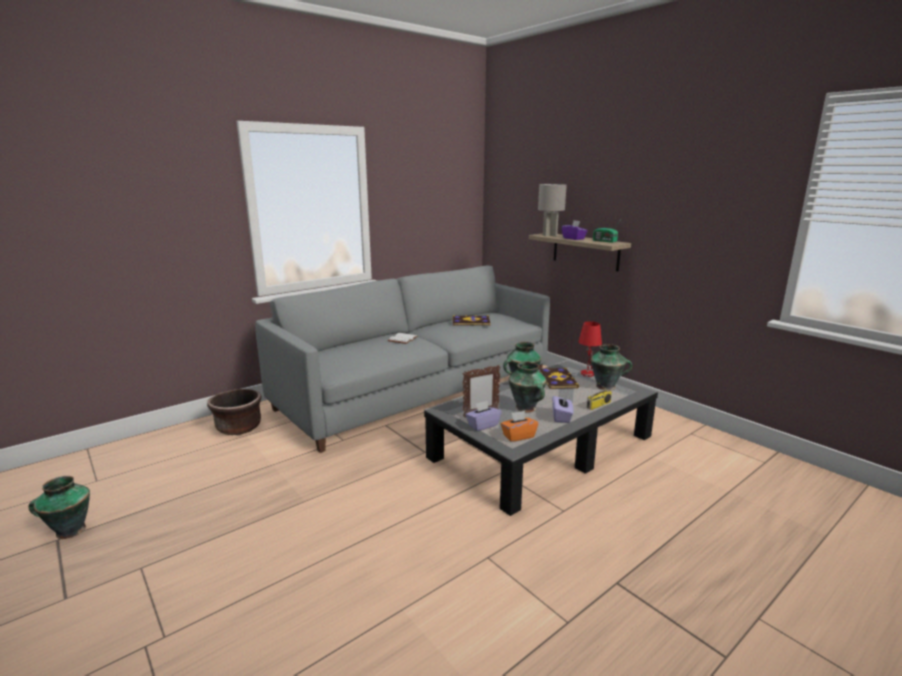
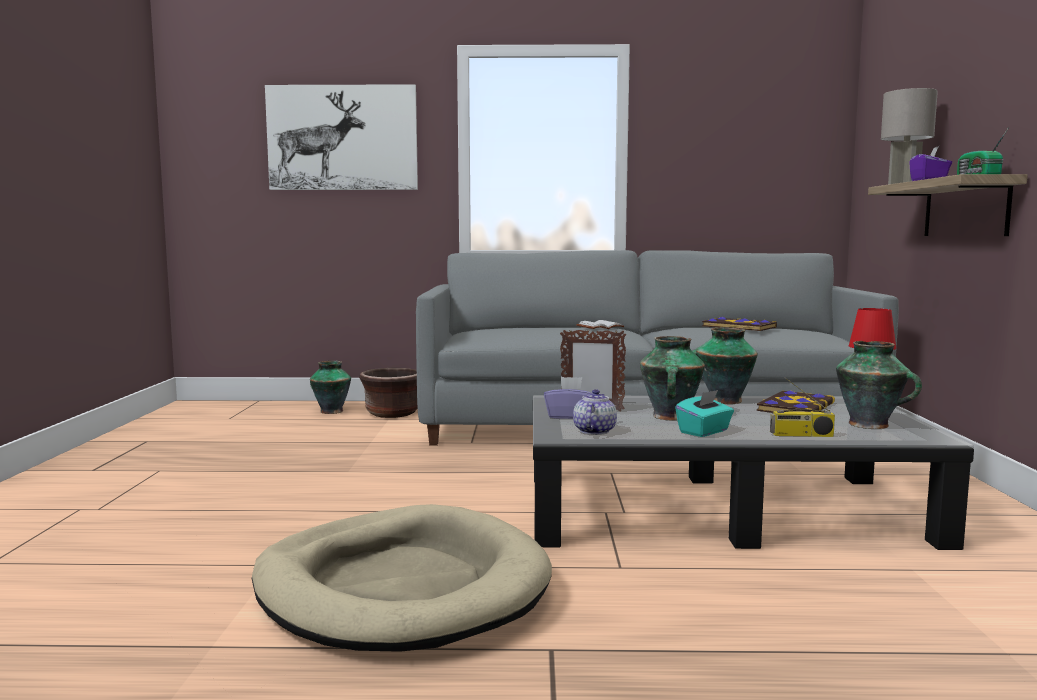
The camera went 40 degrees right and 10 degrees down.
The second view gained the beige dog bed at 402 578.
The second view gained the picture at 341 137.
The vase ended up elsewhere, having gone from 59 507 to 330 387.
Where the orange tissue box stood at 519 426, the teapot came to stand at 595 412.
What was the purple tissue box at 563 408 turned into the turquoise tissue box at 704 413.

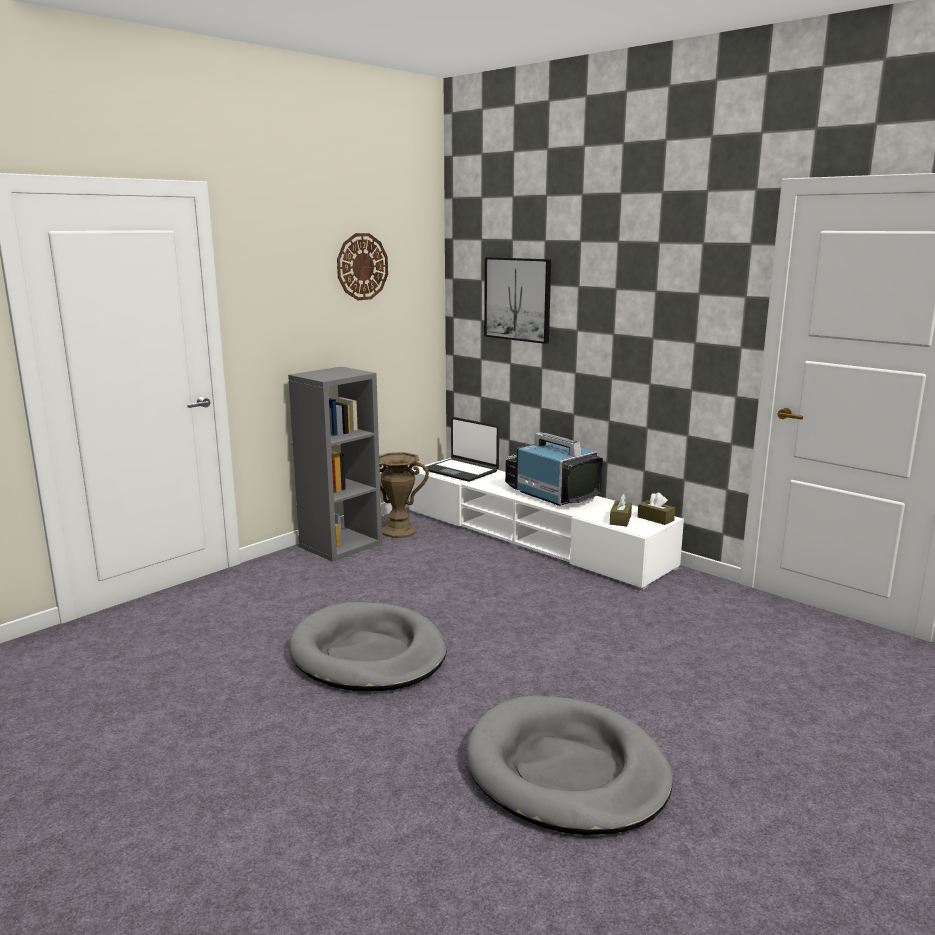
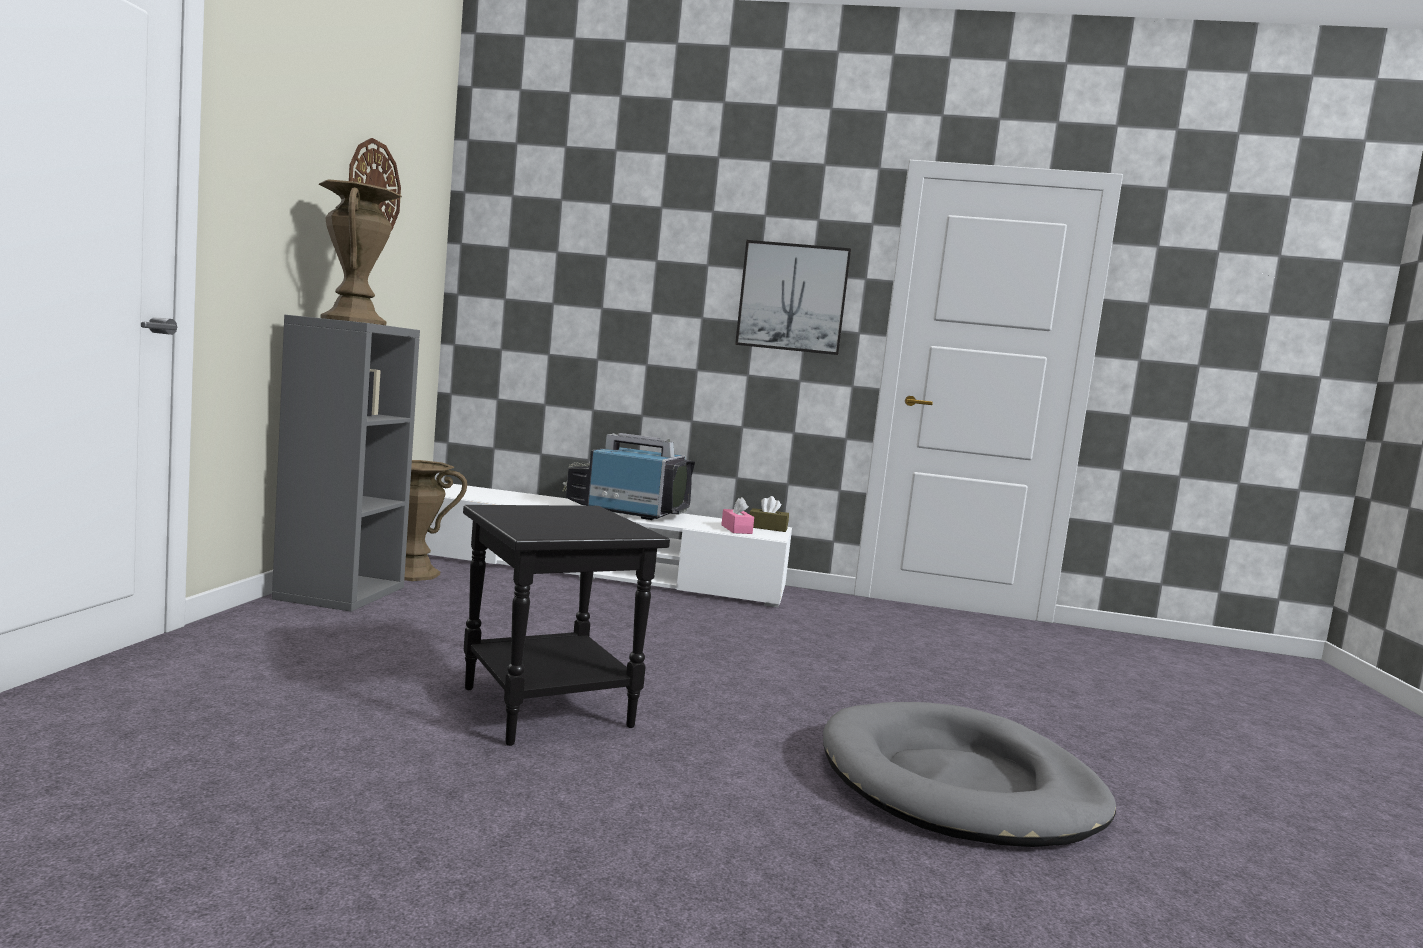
The camera went 35 degrees left and 10 degrees down.
The second view lost the laptop at 461 449.
The second view gained the brown vase at 360 252.
The picture ended up elsewhere, having gone from 517 300 to 793 297.
Where the grey dog bed stood at 367 646, the black side table came to stand at 566 625.
What was the brown tissue box at 621 510 turned into the pink tissue box at 737 515.

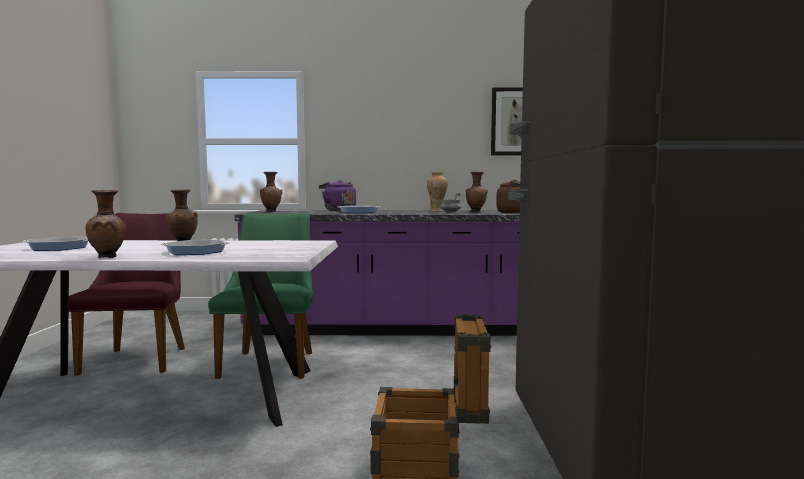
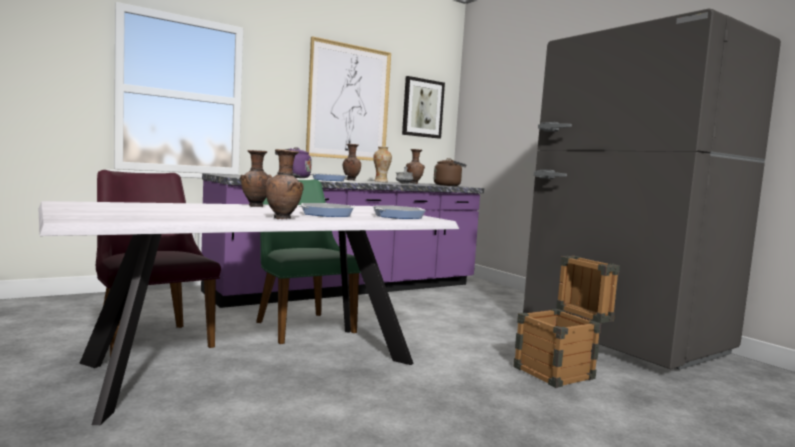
The camera went 35 degrees left and 0 degrees up.
The second view gained the picture at 348 98.
The frying pan ended up elsewhere, having gone from 55 244 to 399 212.
The brown vase ended up elsewhere, having gone from 271 192 to 352 162.

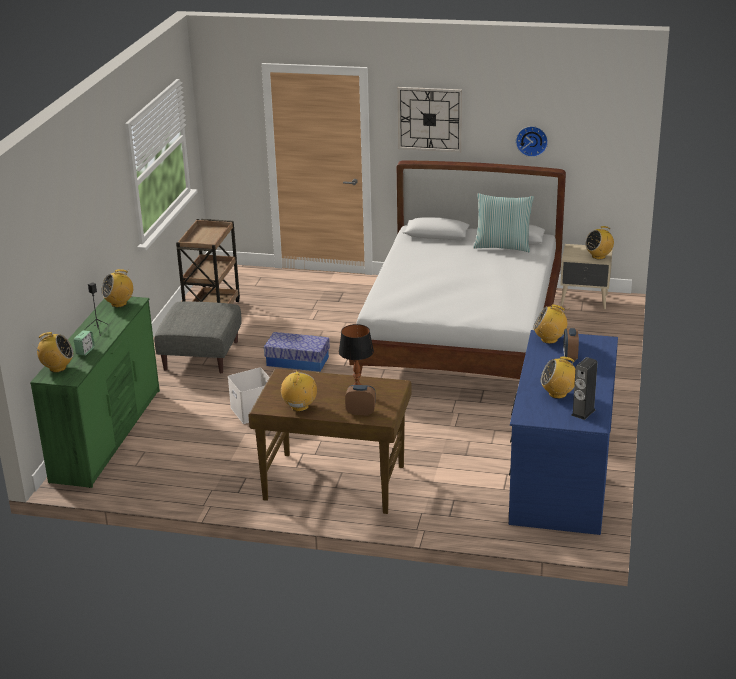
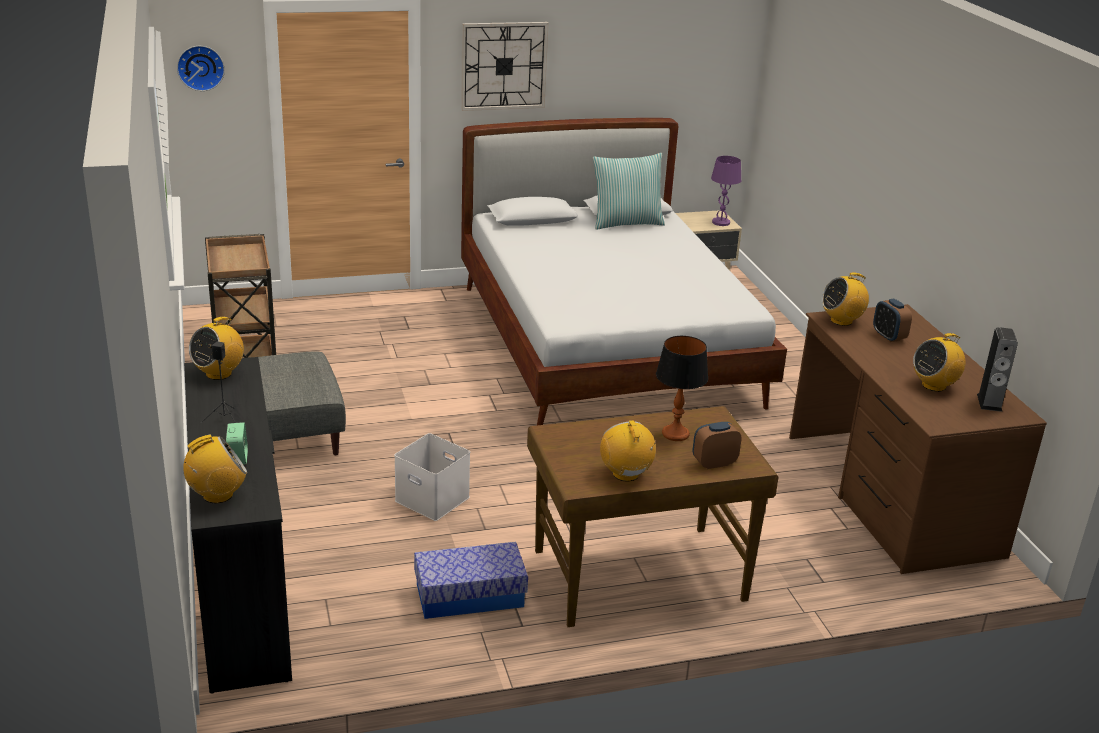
The camera went 30 degrees left and 0 degrees up.
The storage box ended up elsewhere, having gone from 297 352 to 471 580.
The wall clock ended up elsewhere, having gone from 532 141 to 201 68.
Where the radio stood at 599 243, the purple table lamp came to stand at 726 191.
What was the green dresser at 95 392 turned into the black dresser at 238 525.
What was the blue desk at 563 432 turned into the brown desk at 918 439.

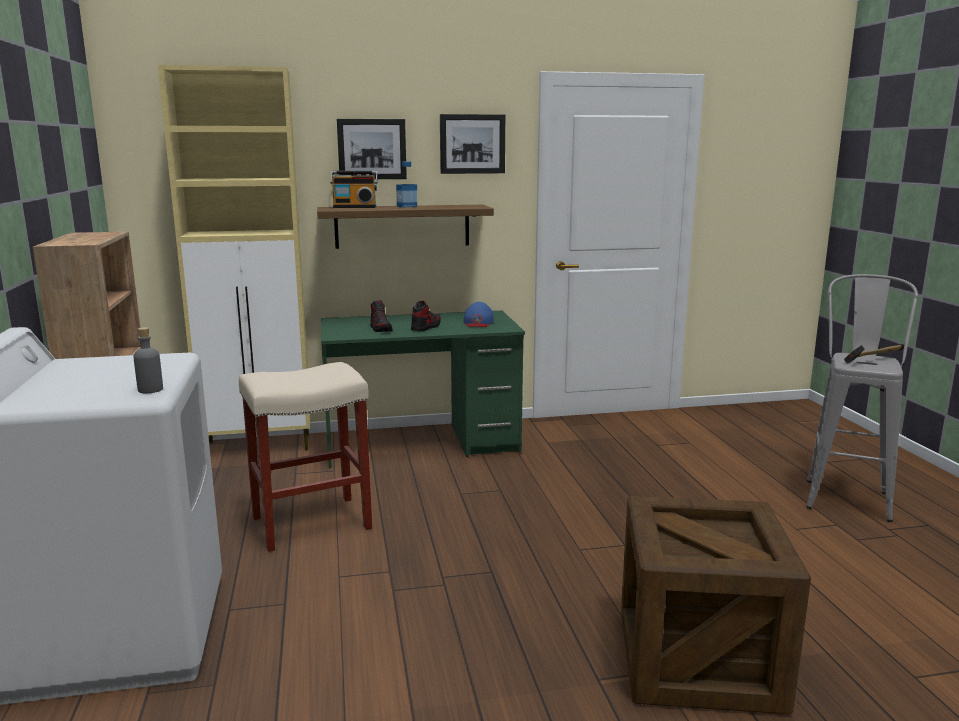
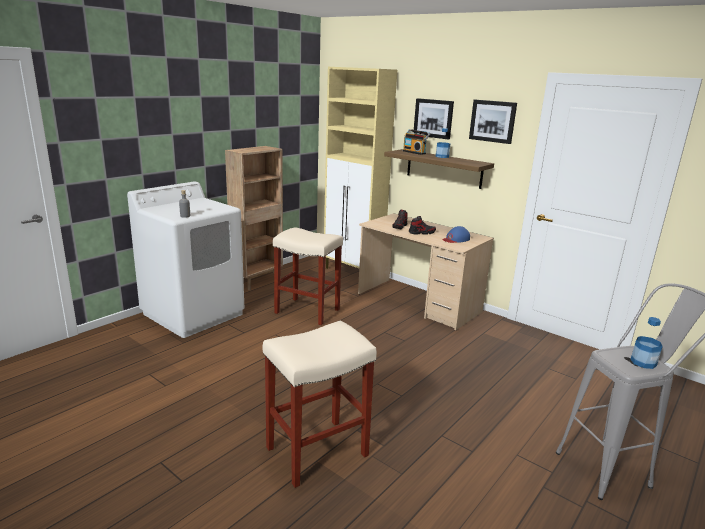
The camera went 50 degrees right and 5 degrees up.
Where the crate stood at 716 605, the beige stool came to stand at 320 404.
Where the hammer stood at 874 353, the bottle came to stand at 647 343.
What was the green desk at 423 389 turned into the beige desk at 426 271.

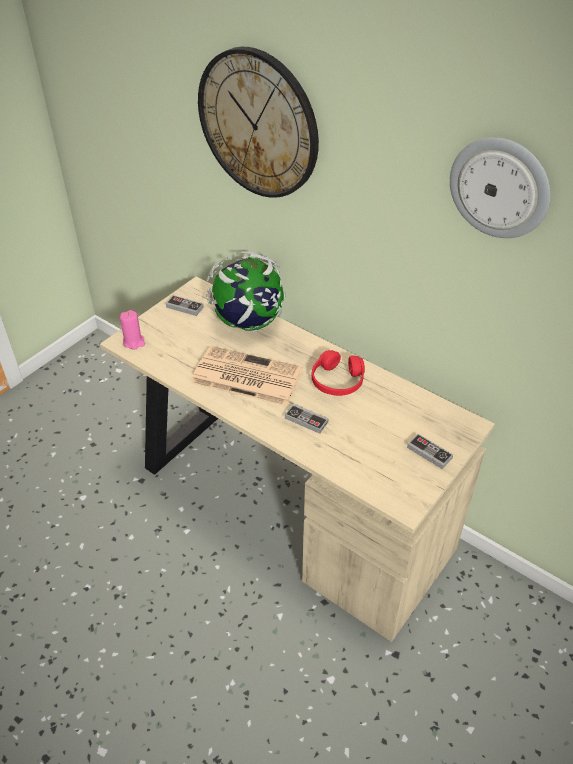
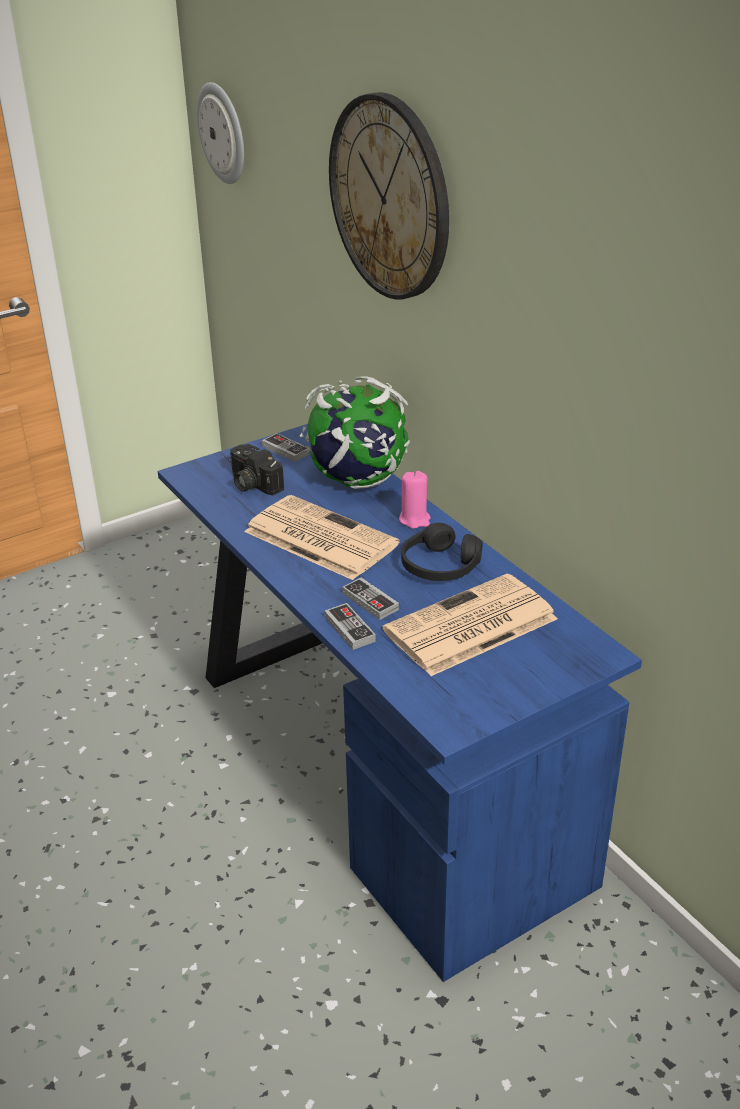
The camera went 20 degrees right and 10 degrees down.
The second view gained the photo camera at 256 469.
The second view gained the newspaper at 470 625.
The pink candle ended up elsewhere, having gone from 132 330 to 414 500.
The game controller ended up elsewhere, having gone from 430 451 to 350 626.
The wall clock ended up elsewhere, having gone from 500 187 to 220 133.
What was the beige desk at 297 459 turned into the blue desk at 399 703.
What was the red headphones at 338 373 turned into the black headphones at 441 552.

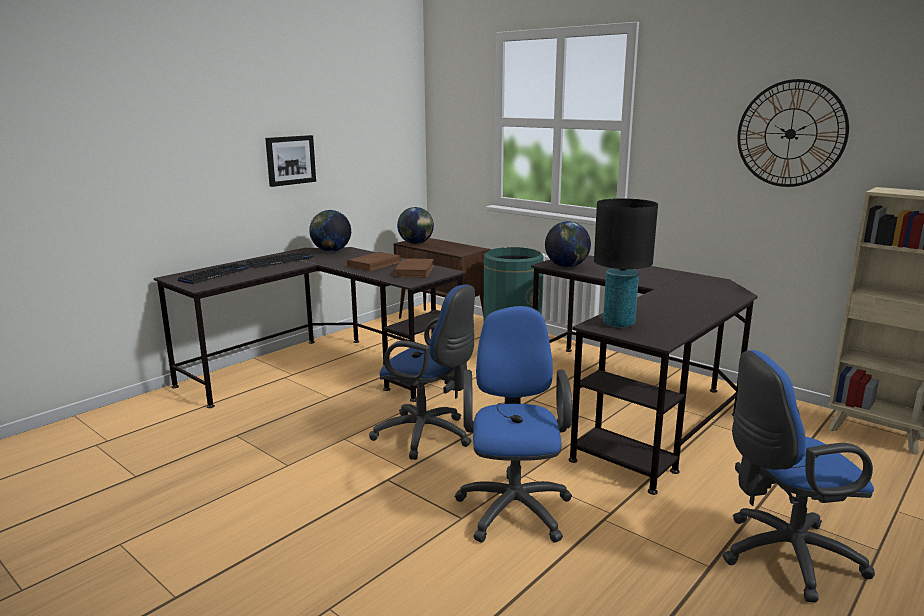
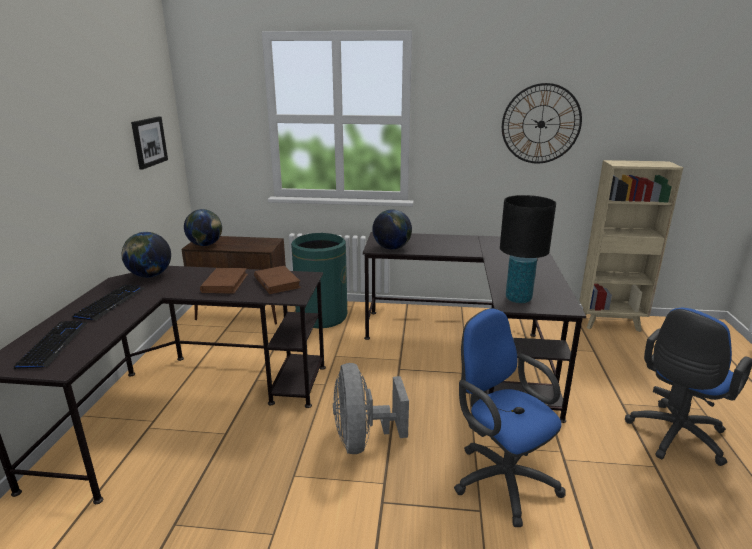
The camera went 35 degrees left and 5 degrees up.
The picture ended up elsewhere, having gone from 290 161 to 149 143.
Where the blue office chair stood at 422 372, the grey fan came to stand at 371 408.

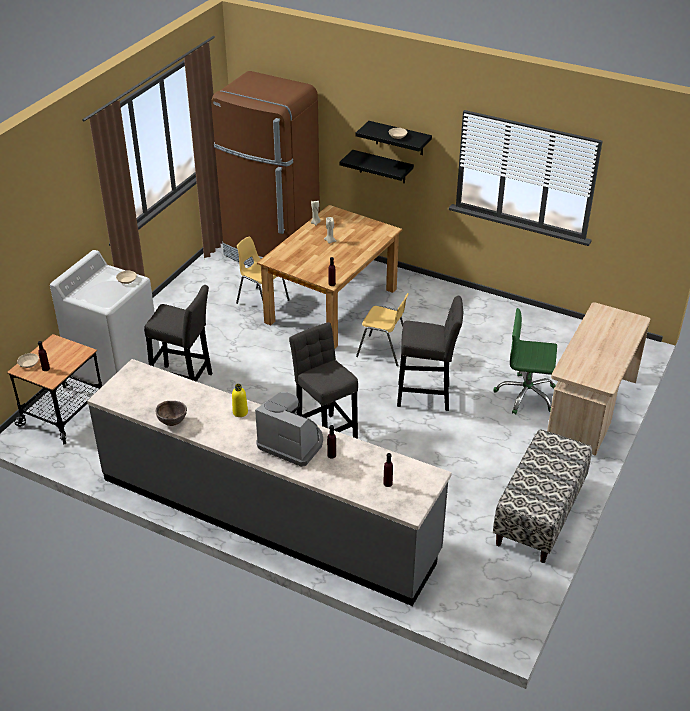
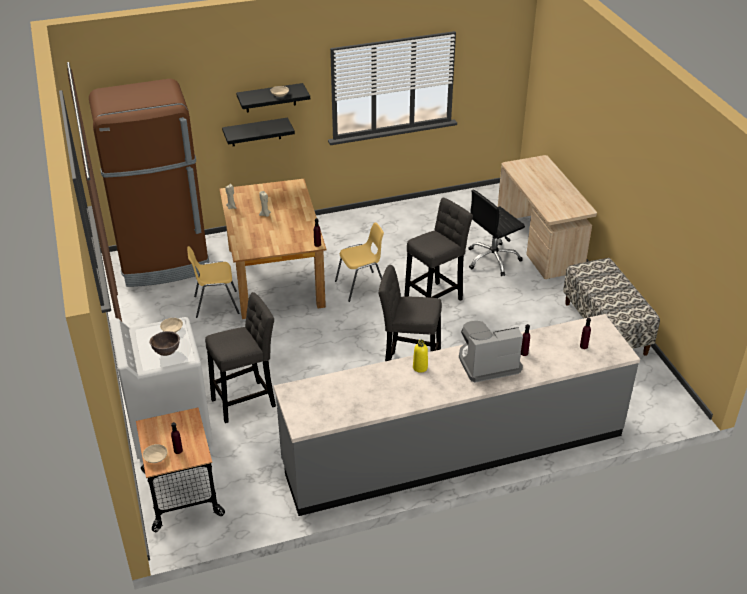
The camera went 45 degrees left and 0 degrees up.
The brown bowl ended up elsewhere, having gone from 171 413 to 165 343.
What was the green office chair at 525 361 turned into the black office chair at 496 233.

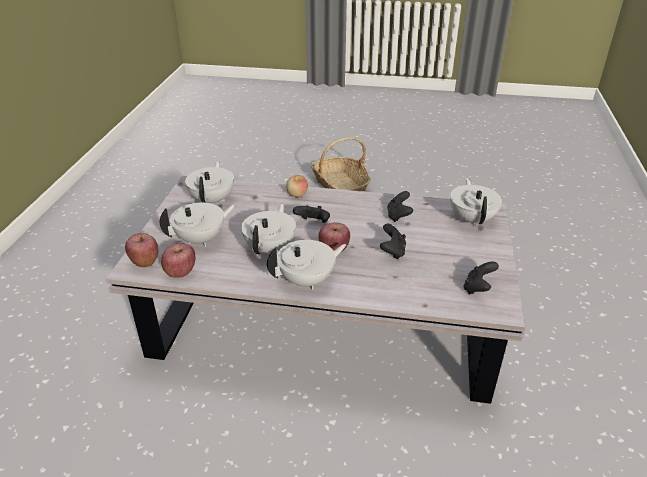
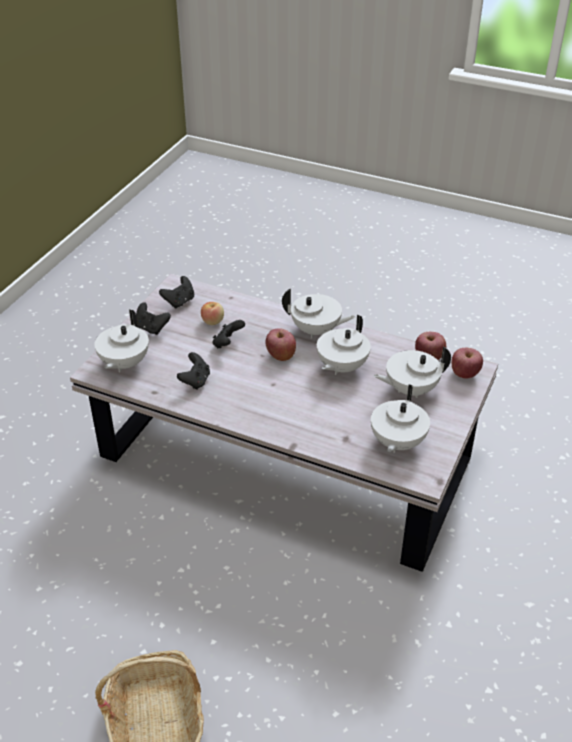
The camera went 165 degrees left and 5 degrees up.
The apple ended up elsewhere, having gone from 297 186 to 212 313.
The black game controller ended up elsewhere, having gone from 311 214 to 153 318.
The white teapot at 307 265 ended up facing another way, 150 degrees counterclockwise from before.

